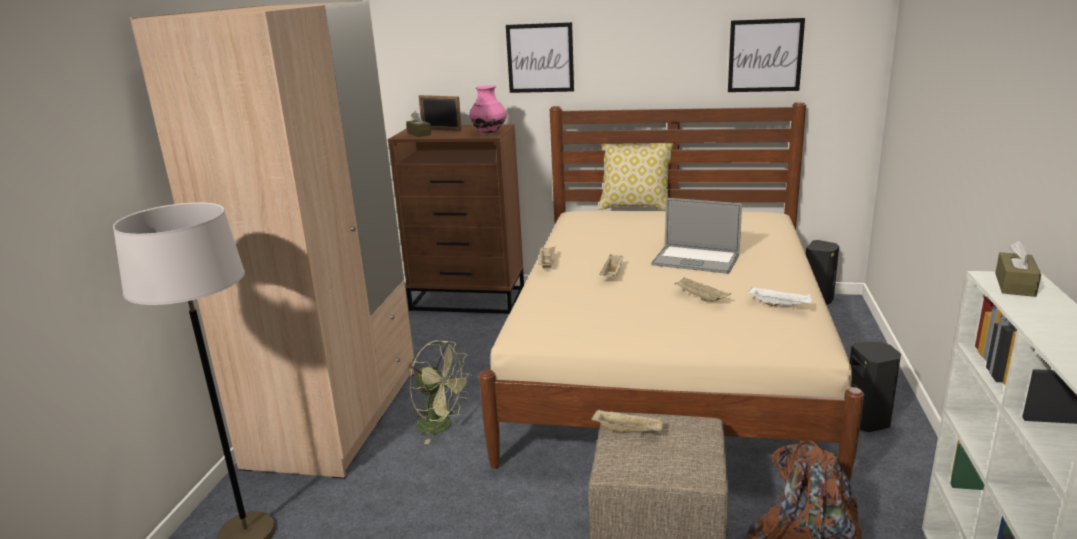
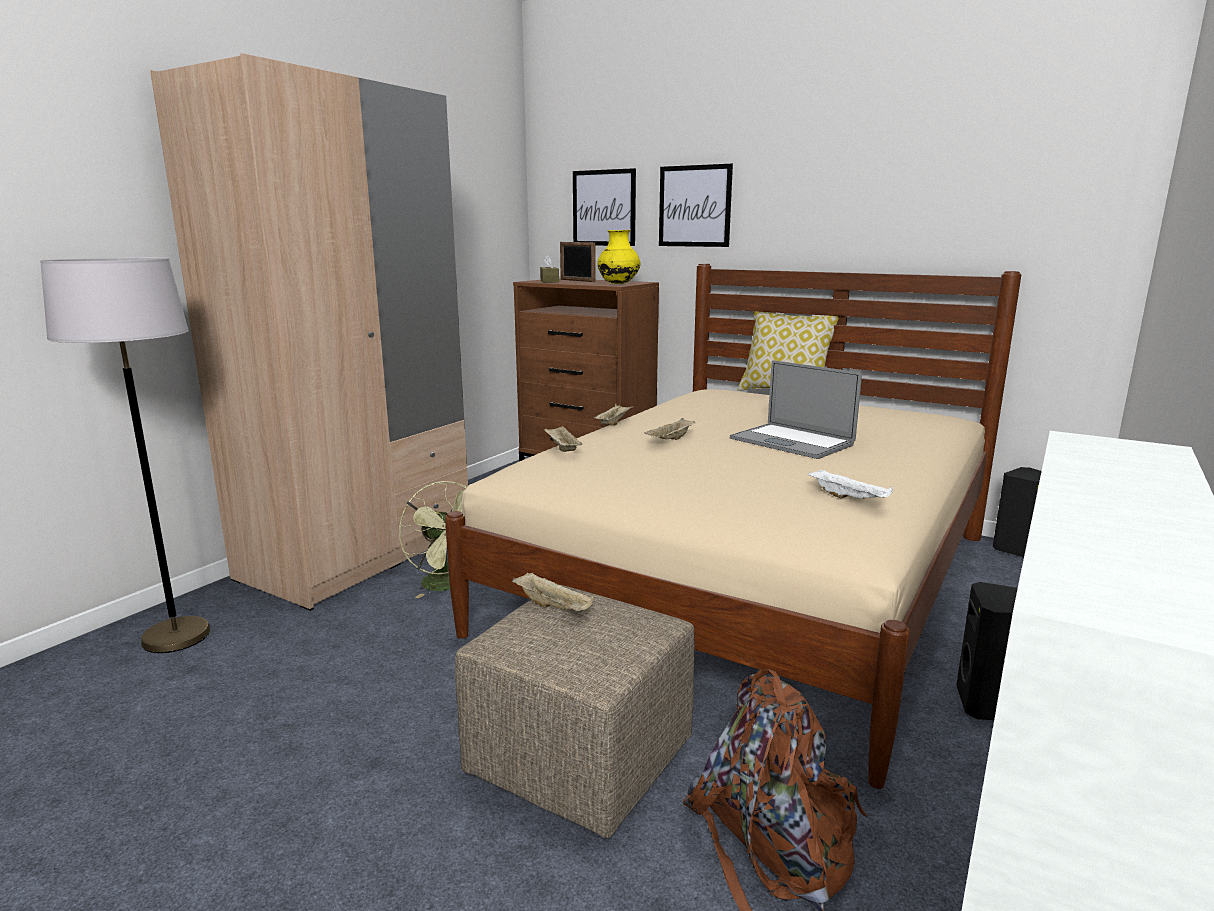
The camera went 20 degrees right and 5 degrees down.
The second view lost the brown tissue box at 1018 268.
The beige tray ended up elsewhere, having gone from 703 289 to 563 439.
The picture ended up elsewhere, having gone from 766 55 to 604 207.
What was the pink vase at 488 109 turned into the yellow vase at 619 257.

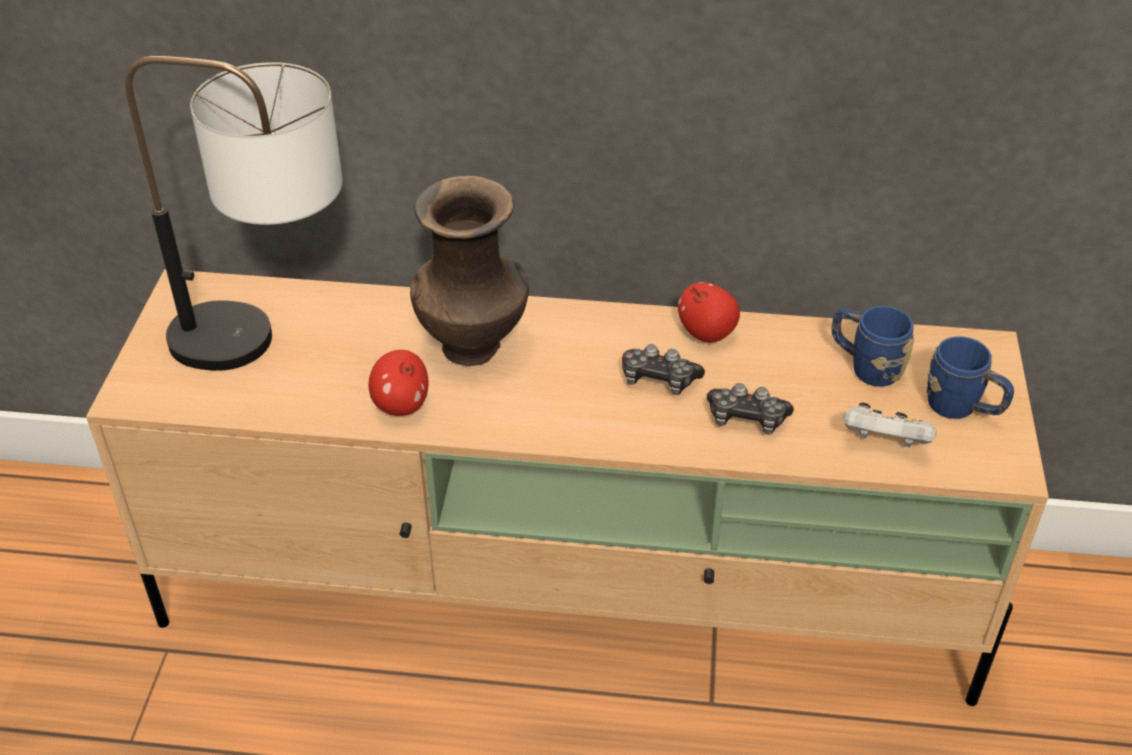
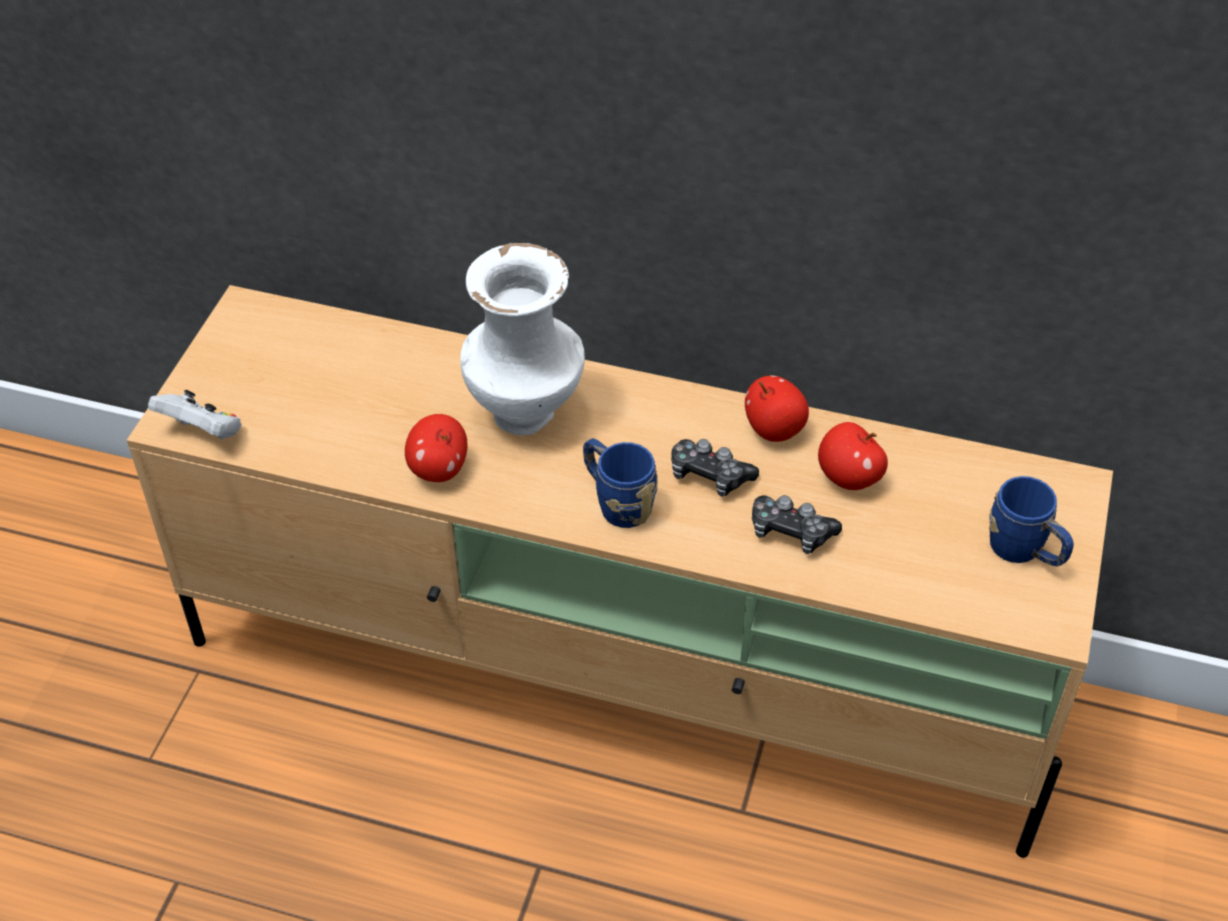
The camera went 10 degrees right and 5 degrees up.
The second view lost the table lamp at 234 213.
The second view gained the apple at 853 456.
The blue mug ended up elsewhere, having gone from 872 346 to 620 483.
The white game controller ended up elsewhere, having gone from 889 424 to 194 414.
What was the brown vase at 469 271 turned into the white vase at 522 339.

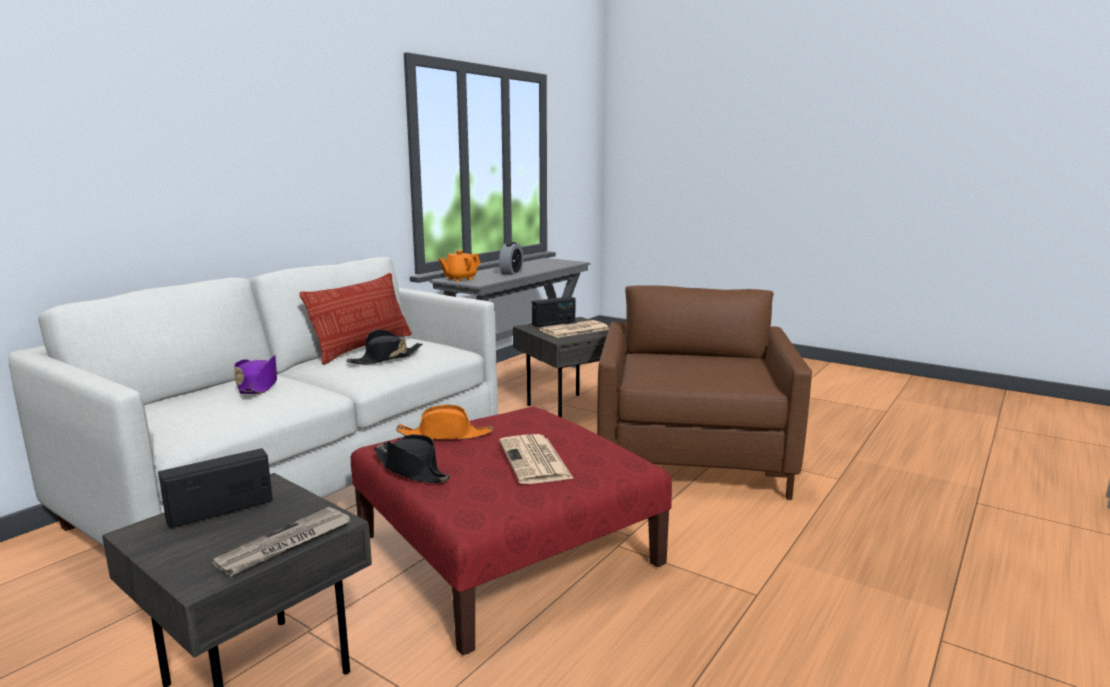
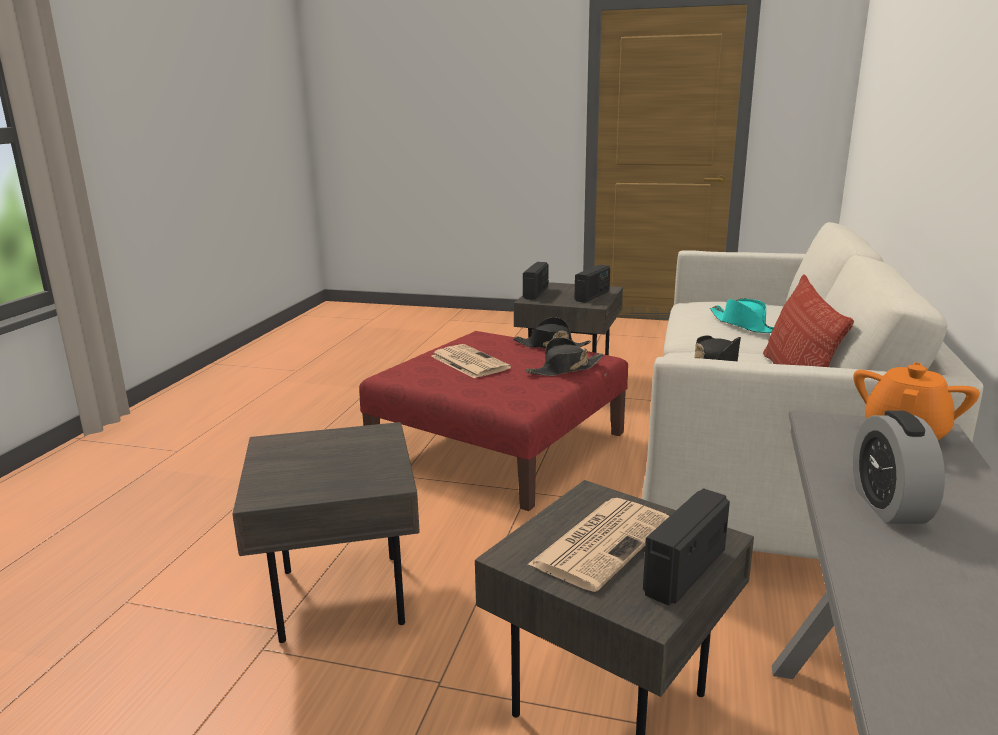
The camera went 160 degrees right and 5 degrees up.
Where the newspaper stood at 281 542, the radio came to stand at 536 281.
Where the brown armchair stood at 704 392, the grey side table came to stand at 326 532.
What was the purple hat at 255 374 turned into the turquoise hat at 742 315.
What was the orange hat at 444 422 turned into the black hat at 564 356.

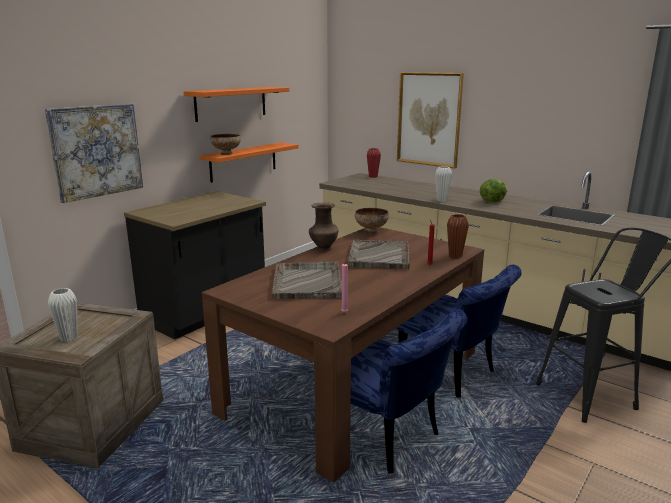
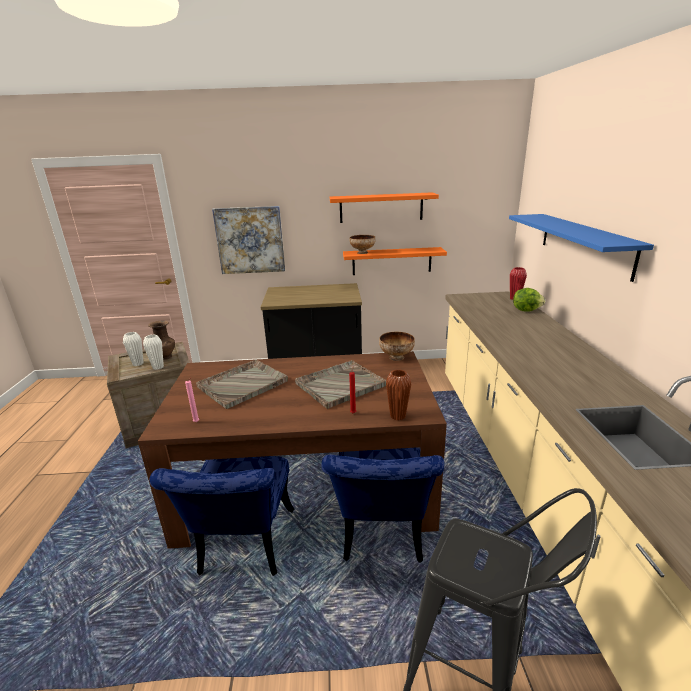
The camera went 50 degrees right and 5 degrees up.
The brown vase ended up elsewhere, having gone from 323 227 to 161 340.
The white vase ended up elsewhere, having gone from 443 184 to 153 352.
The lettuce ended up elsewhere, having gone from 494 191 to 529 300.
Where the picture hung at 430 120, the blue shelf came to hang at 581 248.

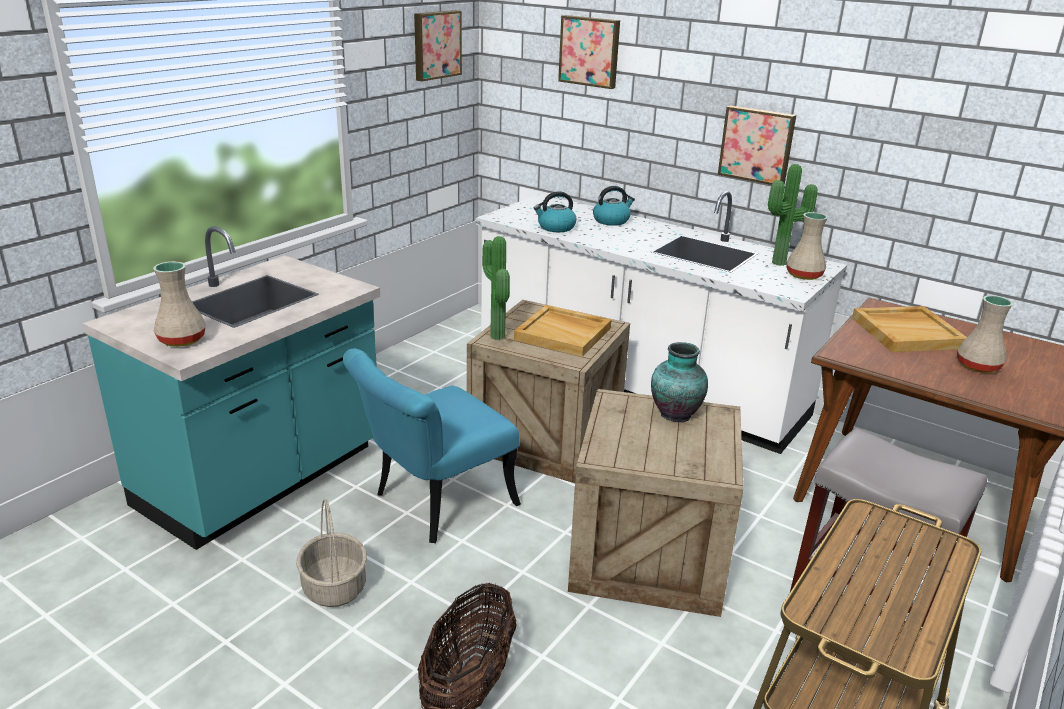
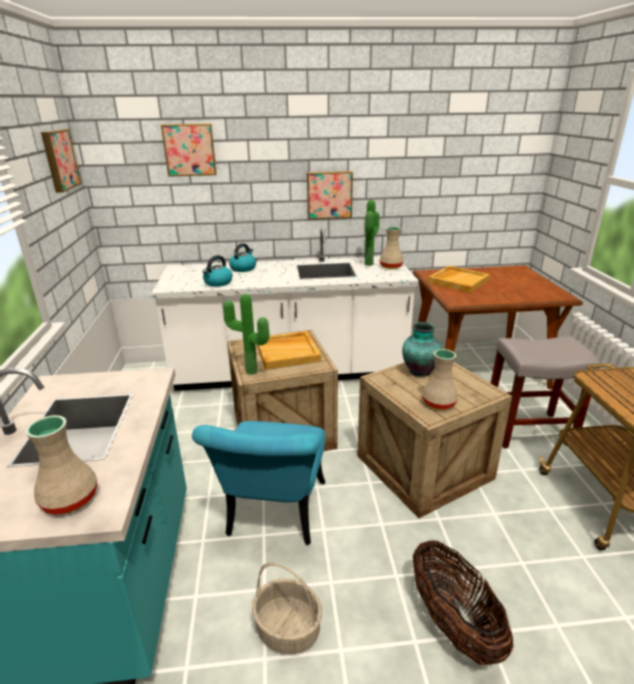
The camera went 40 degrees left and 0 degrees up.
The beige vase ended up elsewhere, having gone from 985 334 to 440 379.

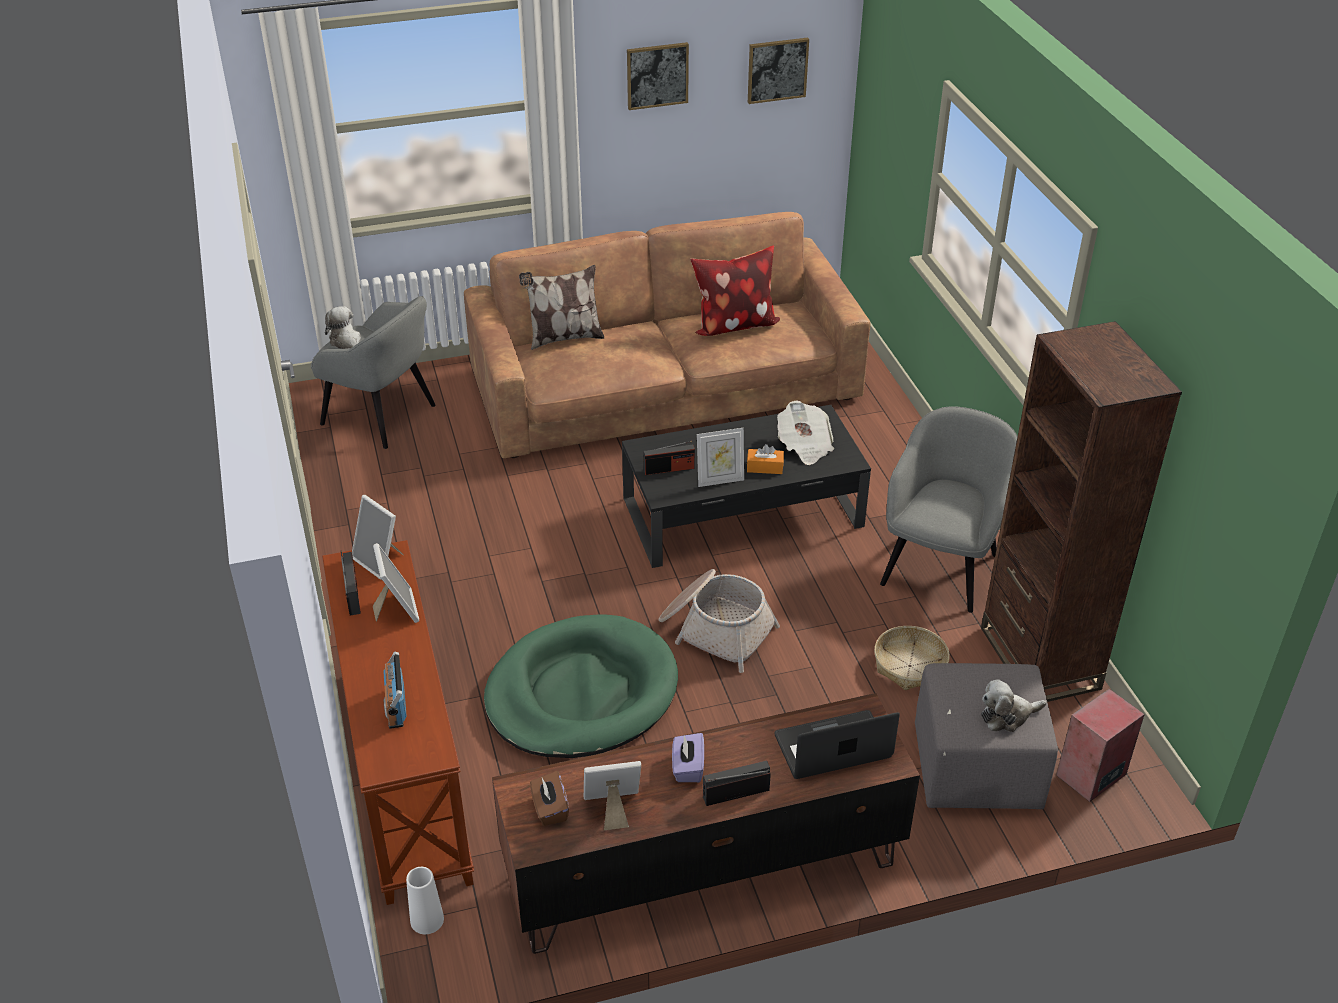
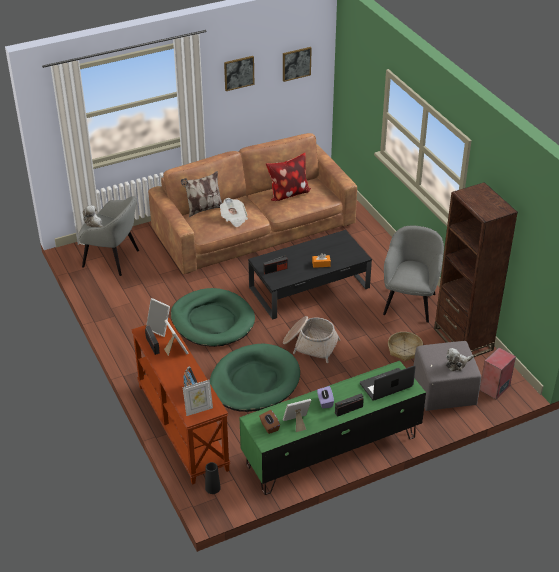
The camera went 10 degrees left and 0 degrees up.
The second view gained the green dog bed at 213 317.
The picture frame ended up elsewhere, having gone from 720 457 to 198 398.
The newspaper ended up elsewhere, having gone from 805 433 to 234 212.
What was the white vase at 425 900 turned into the black vase at 213 478.
What was the brown tv stand at 706 823 turned into the green tv stand at 332 428.

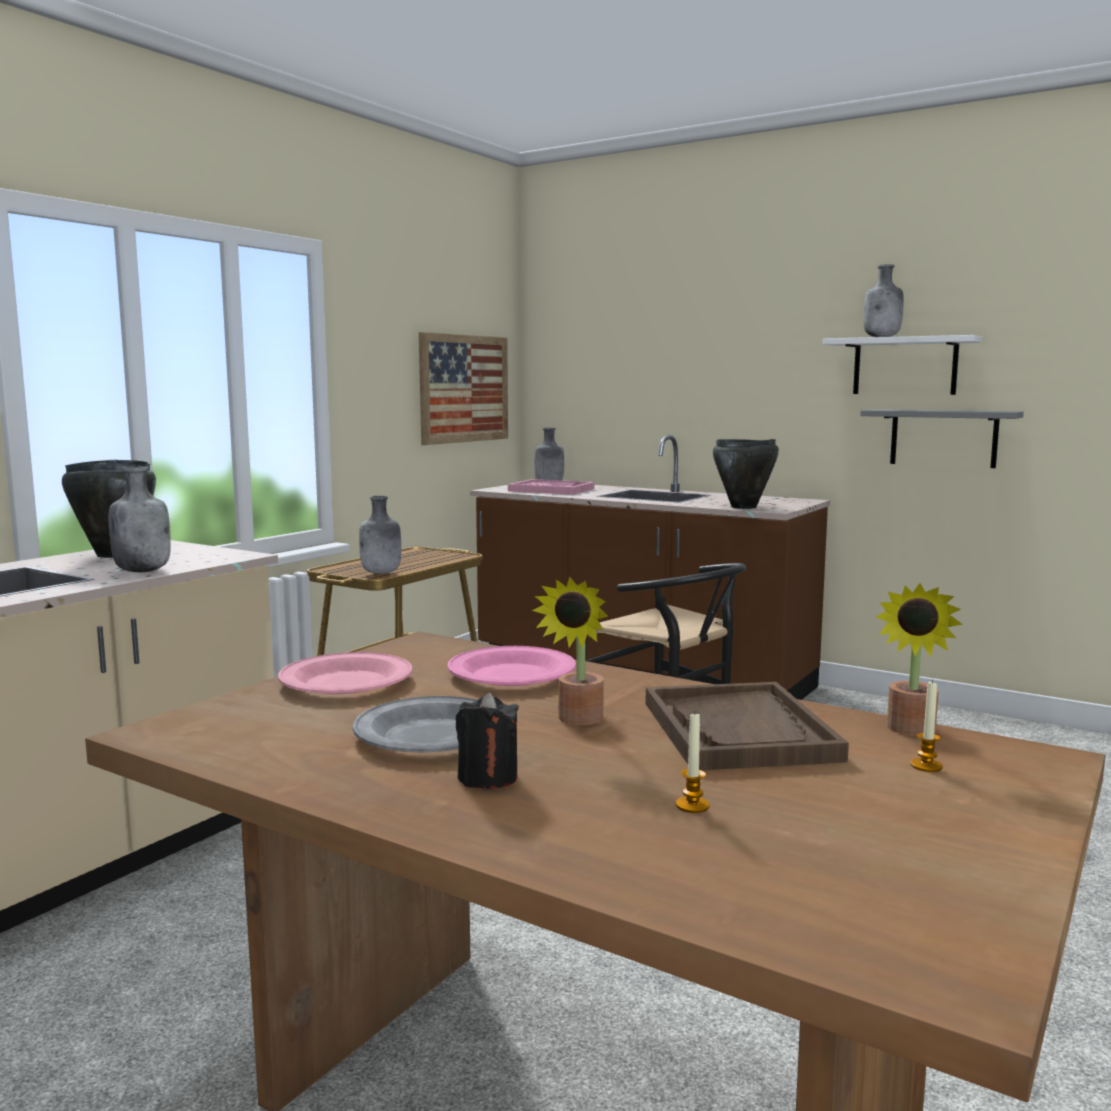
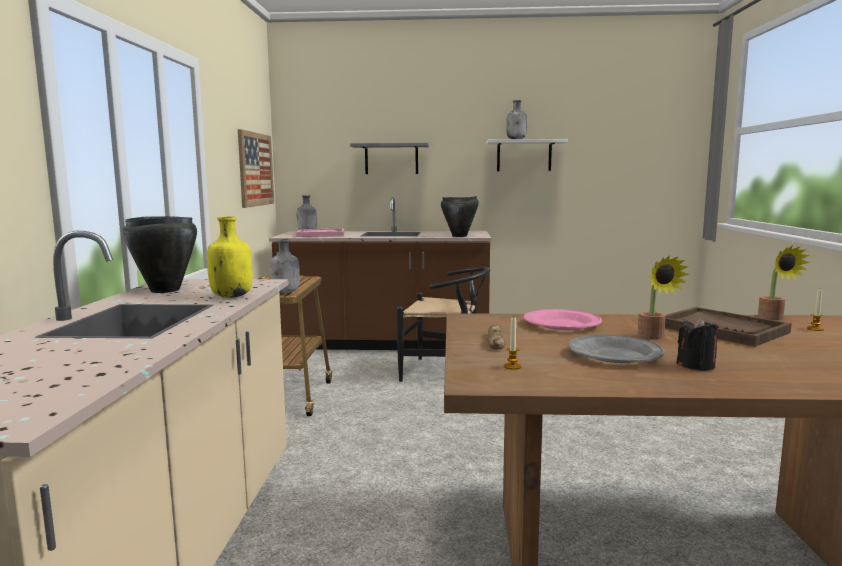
The camera went 30 degrees left and 0 degrees up.
The candle ended up elsewhere, having gone from 693 763 to 513 343.
The grey shelf ended up elsewhere, having gone from 942 438 to 389 158.
Where the pink plate stood at 345 673, the bread came to stand at 496 336.
What was the grey bottle at 139 519 turned into the yellow bottle at 229 257.

